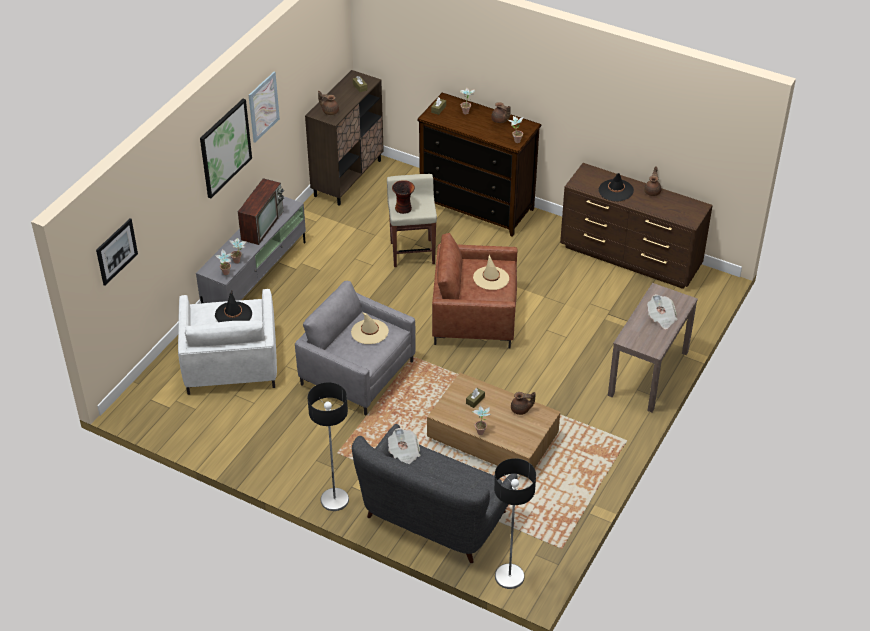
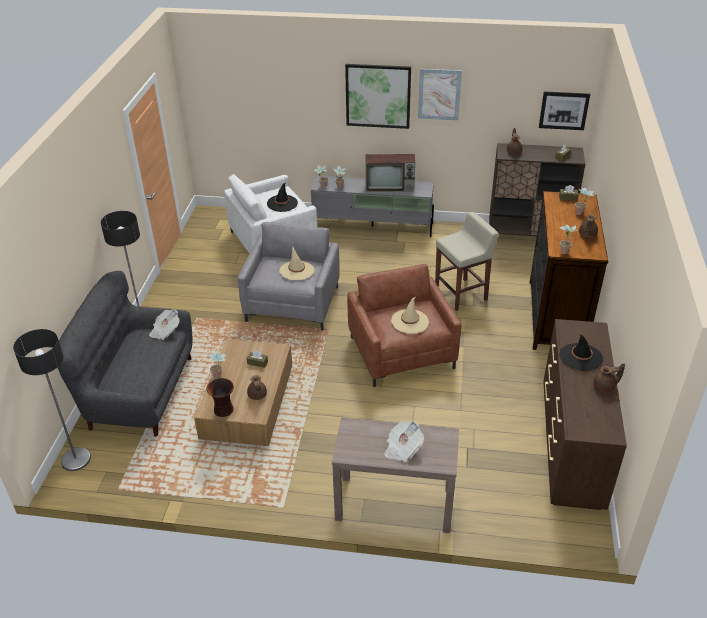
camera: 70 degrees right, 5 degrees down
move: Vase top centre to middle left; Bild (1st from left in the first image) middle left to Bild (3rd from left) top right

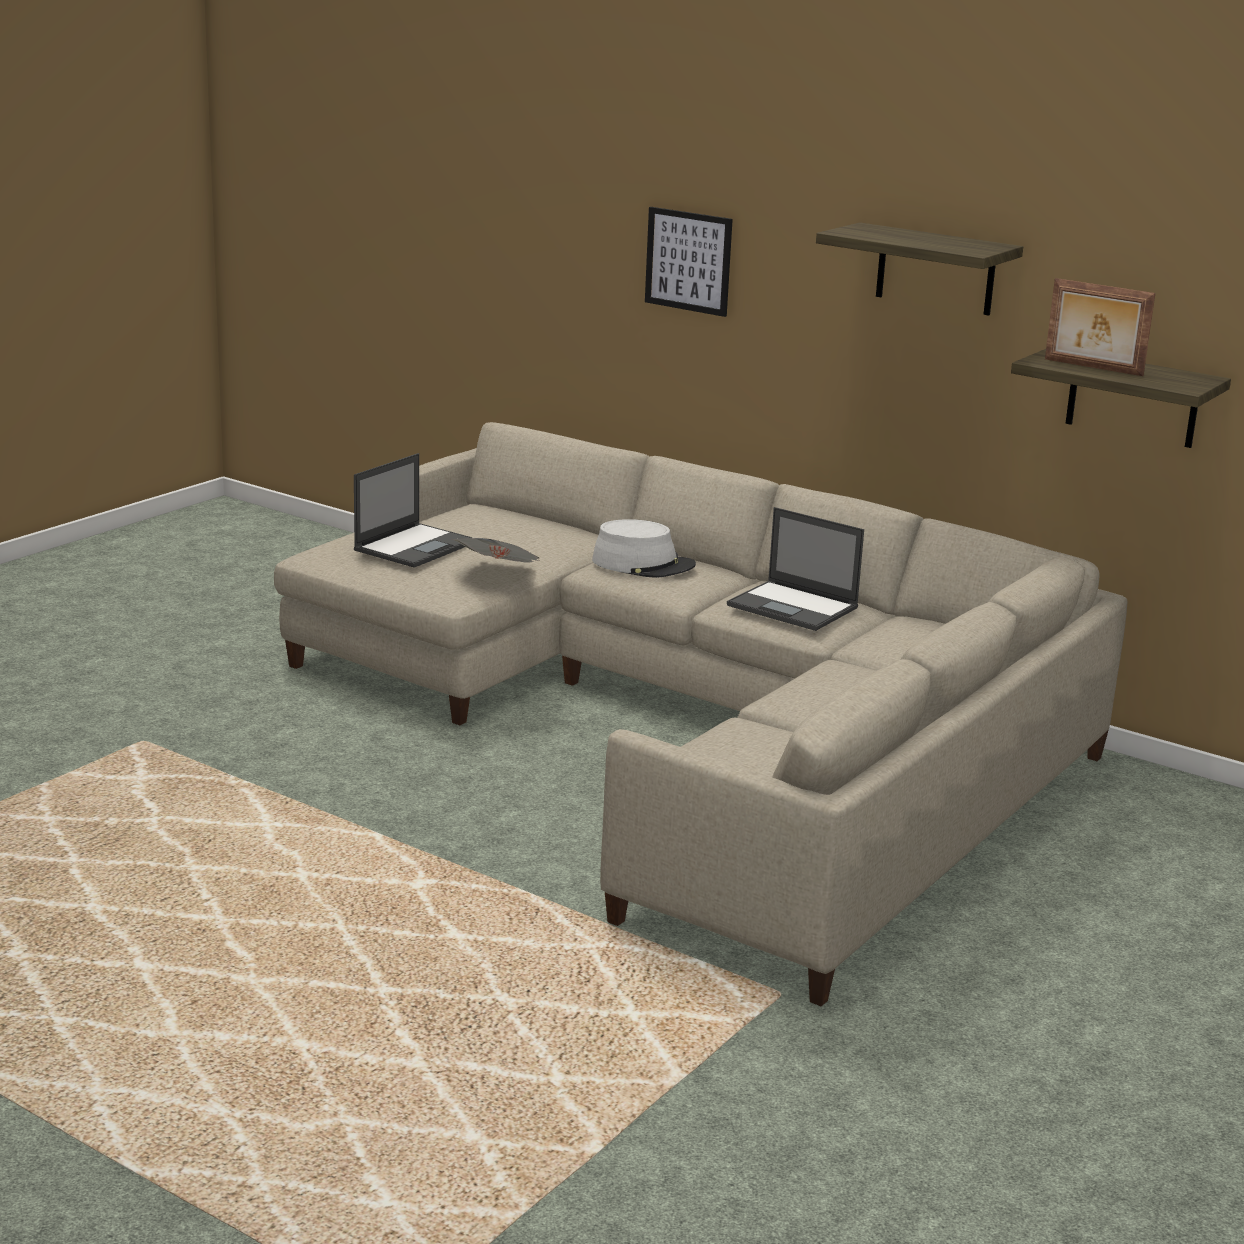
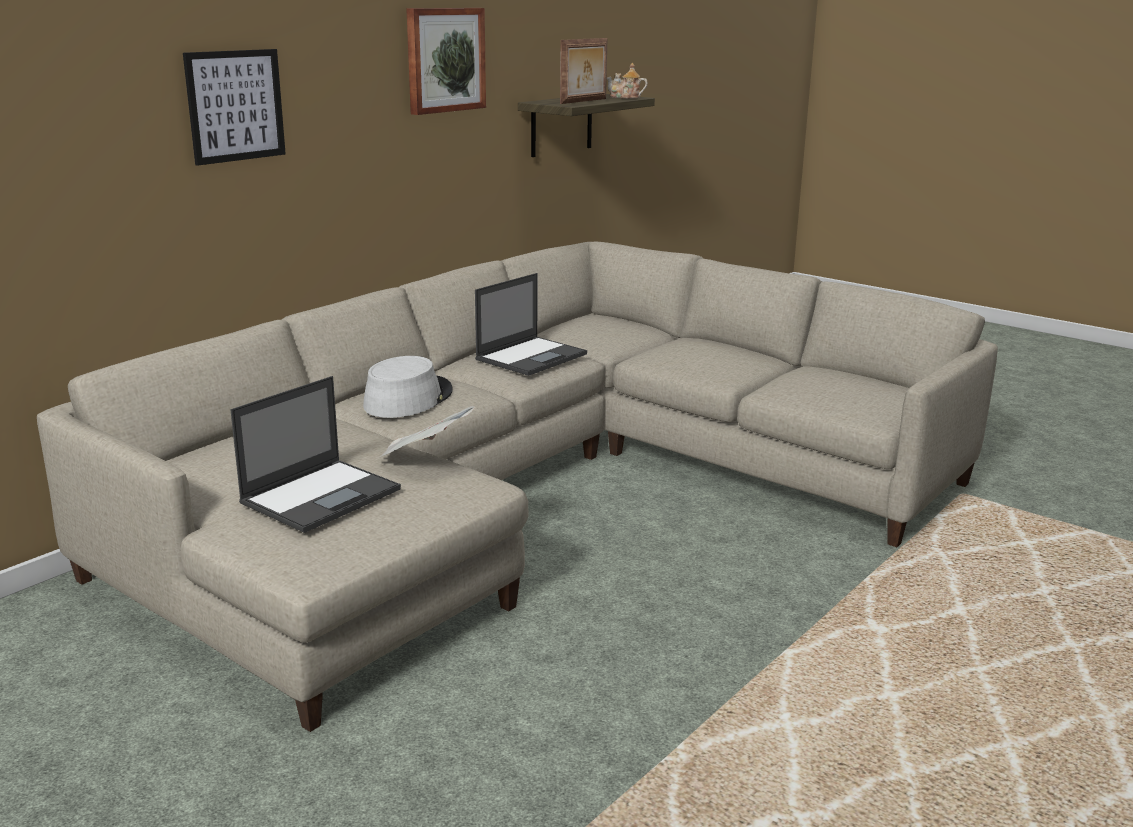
camera: 85 degrees left, 0 degrees up
insert: Teekanne top centre
replace: Wandregal (1st from left) top right to Bild (2nd from left) top centre
rotate: Laptop (1st from left) middle left = middle left 90 degrees clockwise

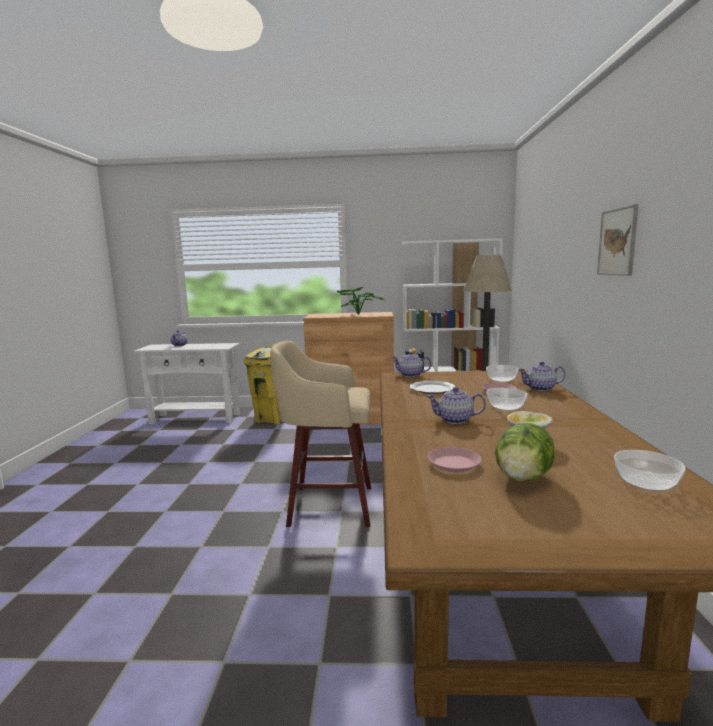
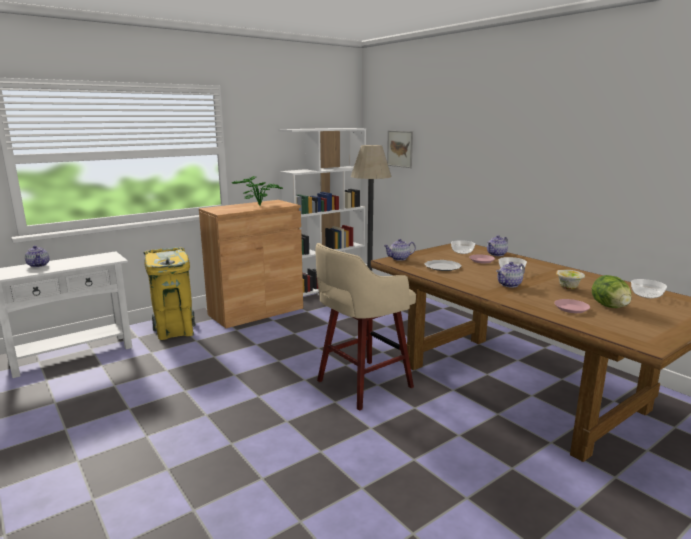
camera: 40 degrees left, 5 degrees up
move: Bild top right to top centre

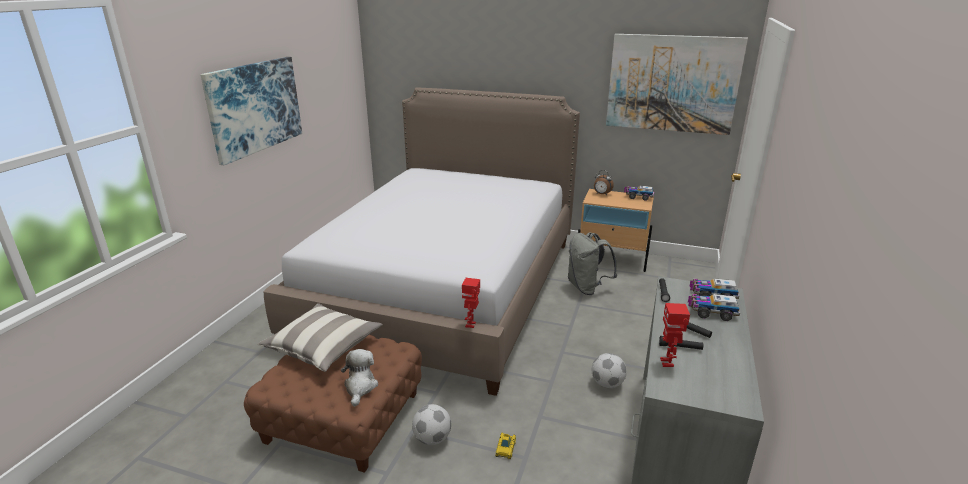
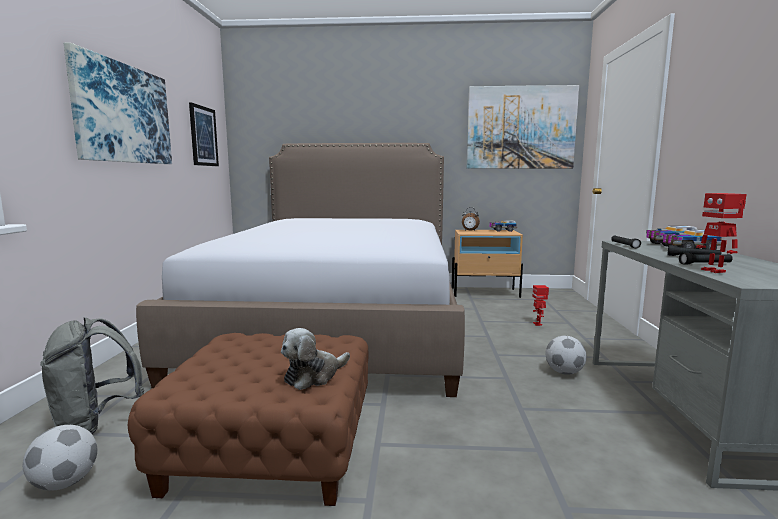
camera: 15 degrees left, 15 degrees down
delete: Kissen bottom left; Spielzeugauto bottom centre
insert: Bild (2nd from left) top left
move: Fußball (1st from left) bottom centre to bottom left; Rucksack [grau] centre to bottom left; Spielzeugroboter (1st from left) centre to middle right
rotate: Plüschtier bottom centre = bottom centre 120 degrees counterclockwise

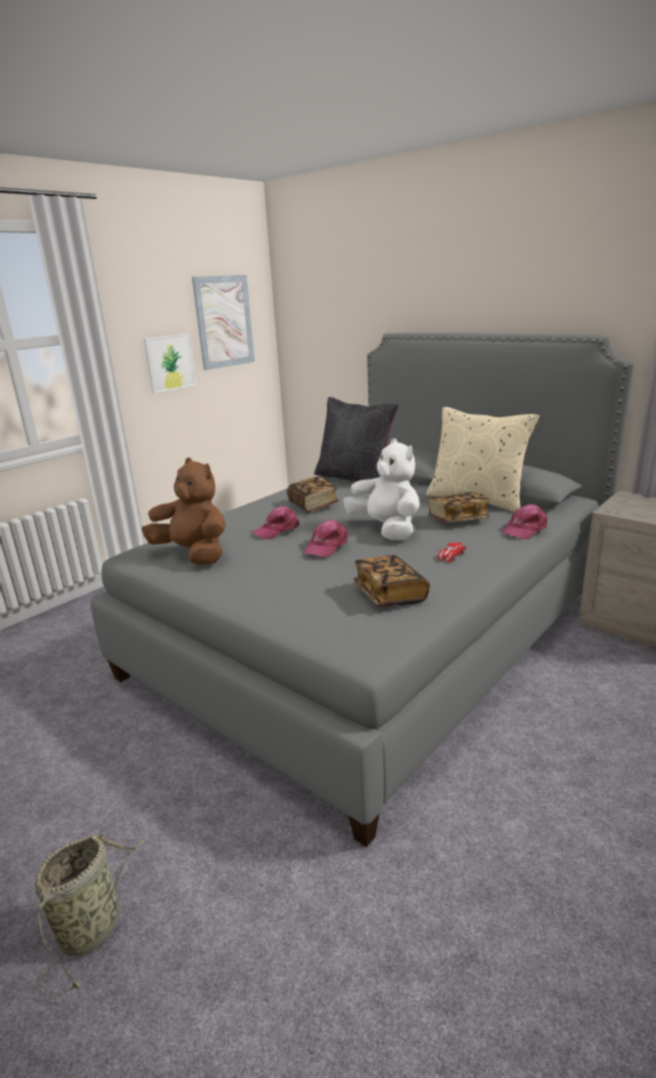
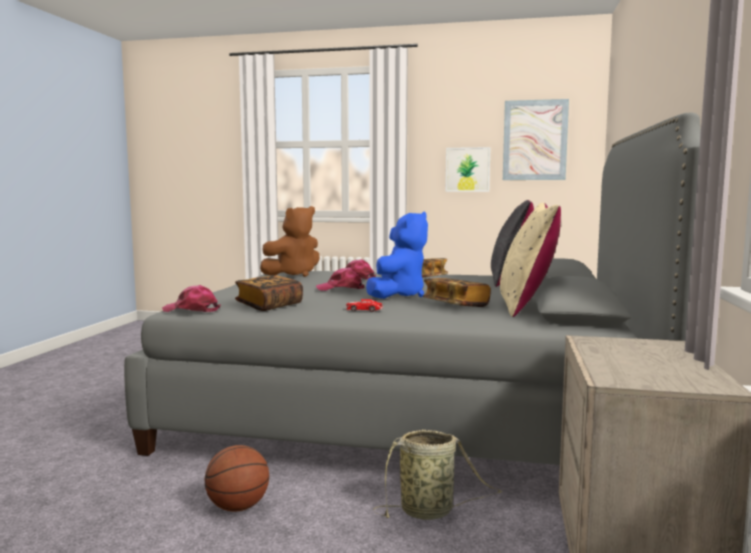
camera: 60 degrees right, 15 degrees down
insert: Basketball bottom left
move: Kappe [rosa] (3rd from left in the first image) middle right to Kappe [rosa] (1st from left) middle left; Korb bottom left to bottom centre
recolor: Plüschtier [weiß] centre to Plüschtier [blau] centre
rotate: Plüschtier [braun] middle left = centre 45 degrees clockwise

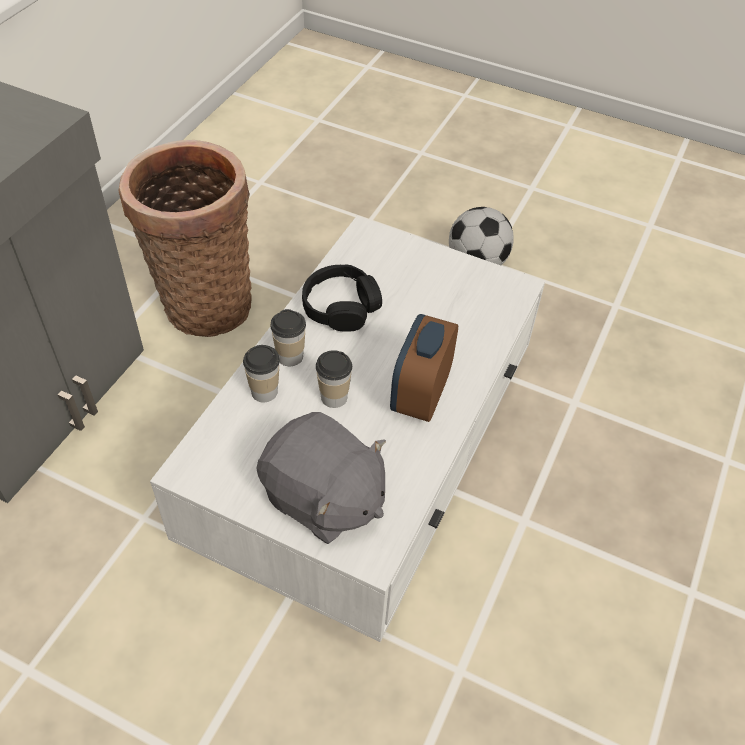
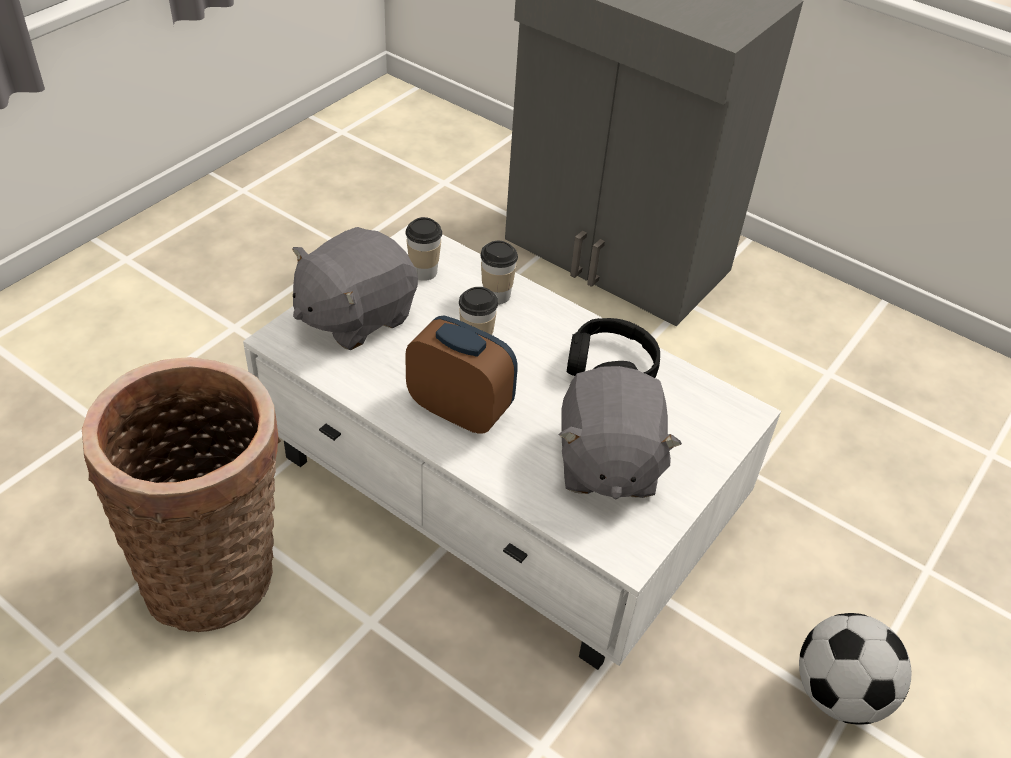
camera: 100 degrees right, 5 degrees down
insert: Plüschtier [grau] (2nd from left) centre
move: Korb top left to middle left; Tasse (2nd from left in the first image) centre to Tasse (1st from left) top centre

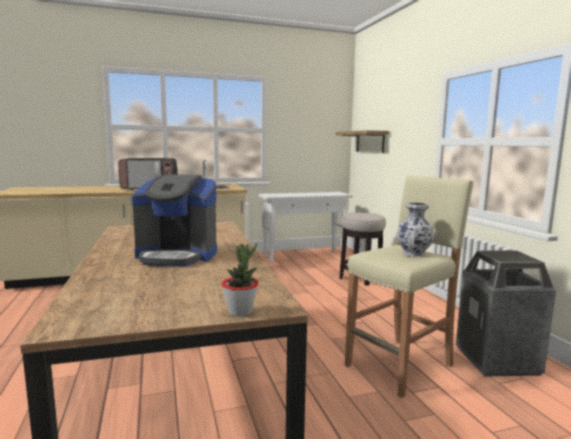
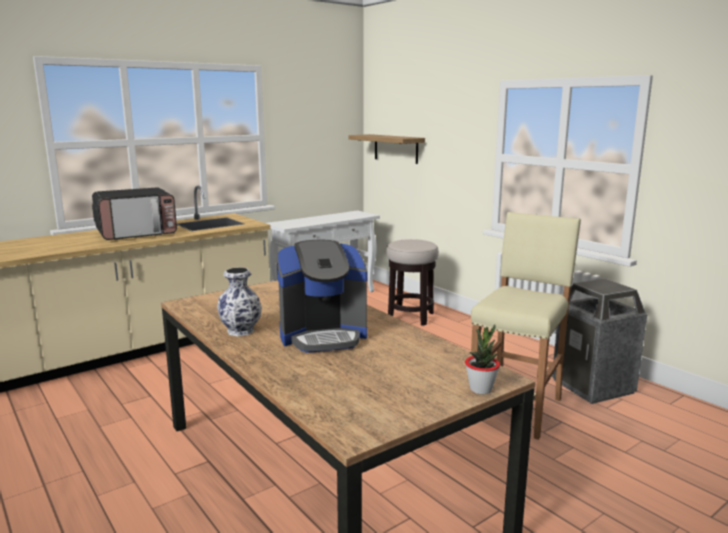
camera: 20 degrees left, 5 degrees up
move: Vase middle right to middle left

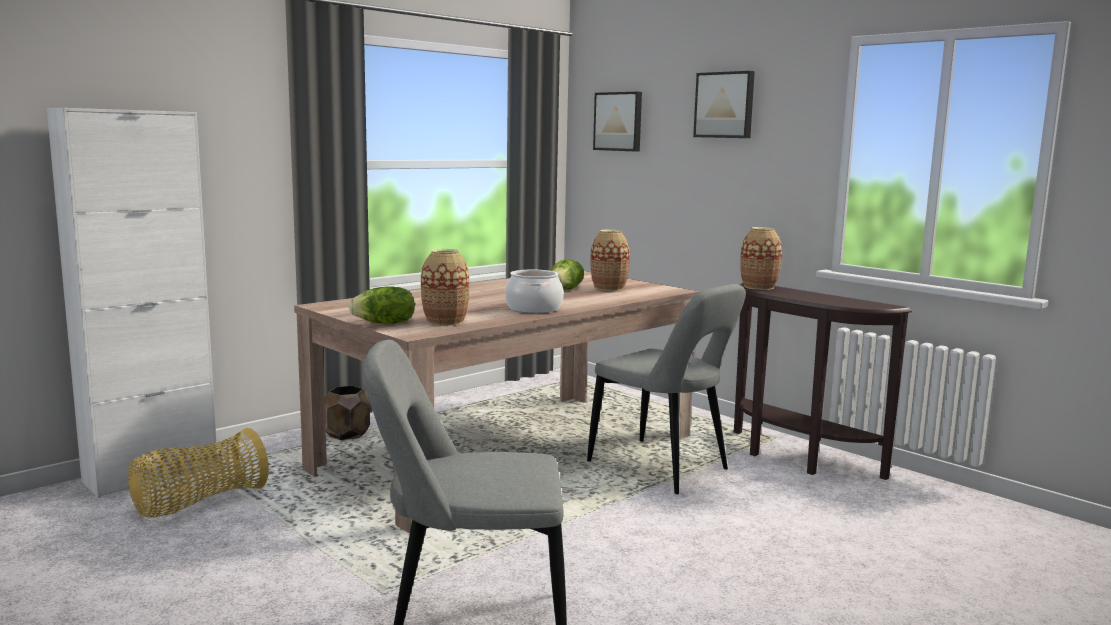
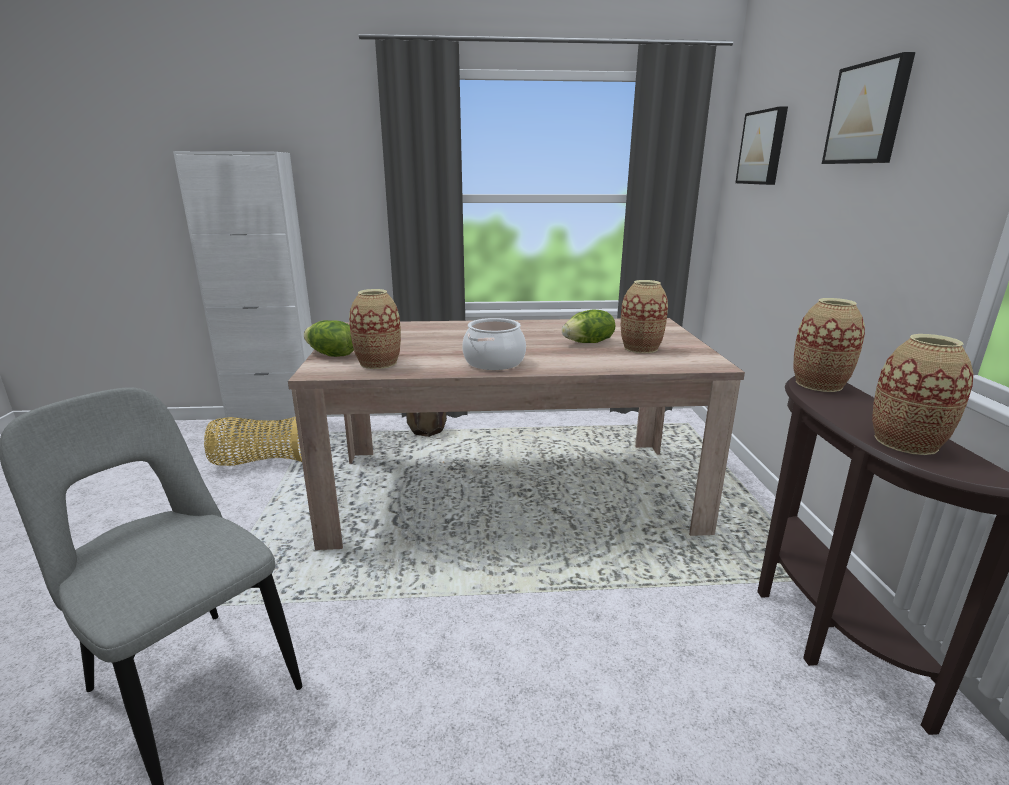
camera: 40 degrees right, 10 degrees up
delete: Stuhl [grau] (2nd from left) centre
insert: Vase (4th from left) middle right

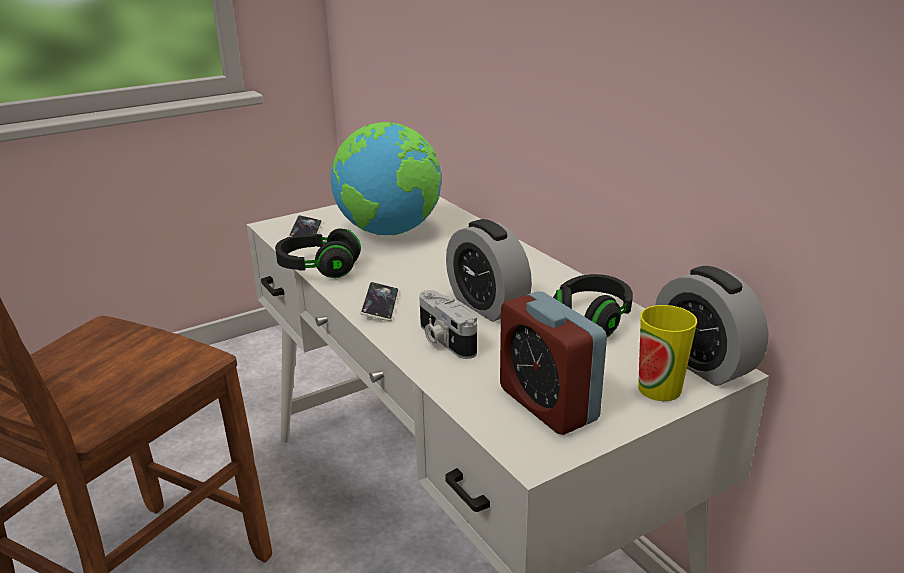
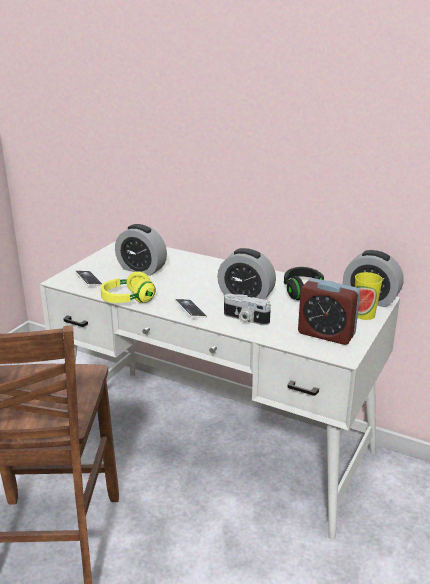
camera: 30 degrees left, 0 degrees up
replace: Globus top centre to Wecker (1st from left) middle left
recolor: Kopfhörer [schwarz] (1st from left) centre to Kopfhörer [gelb] middle left

